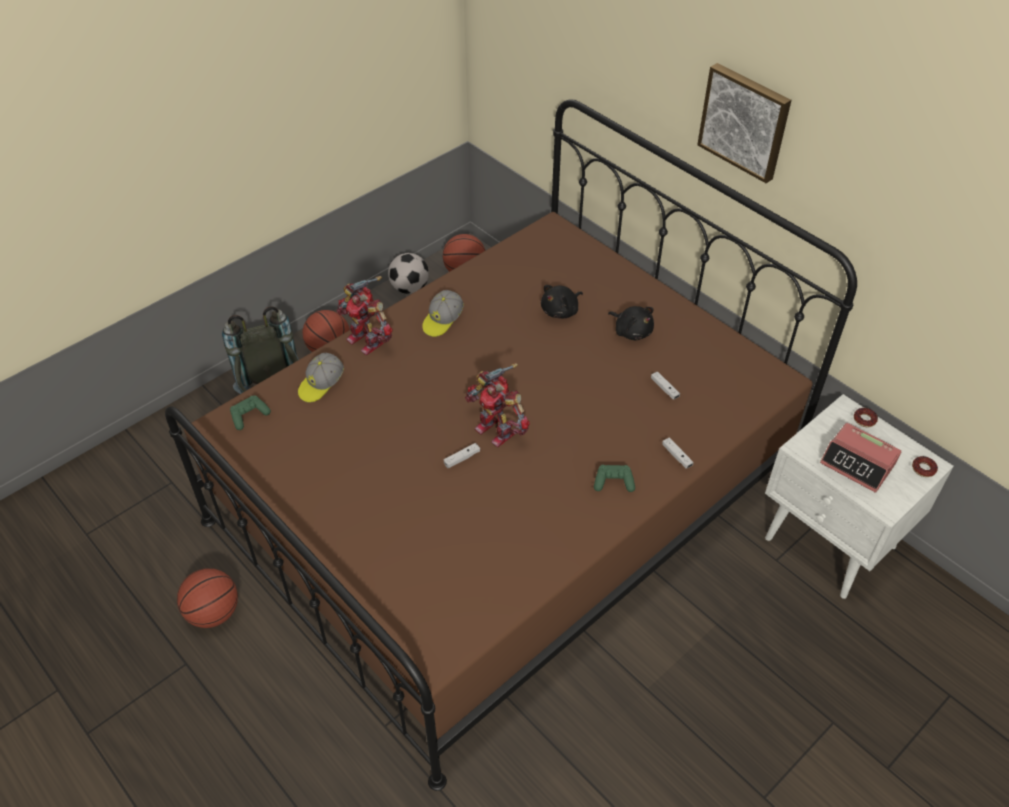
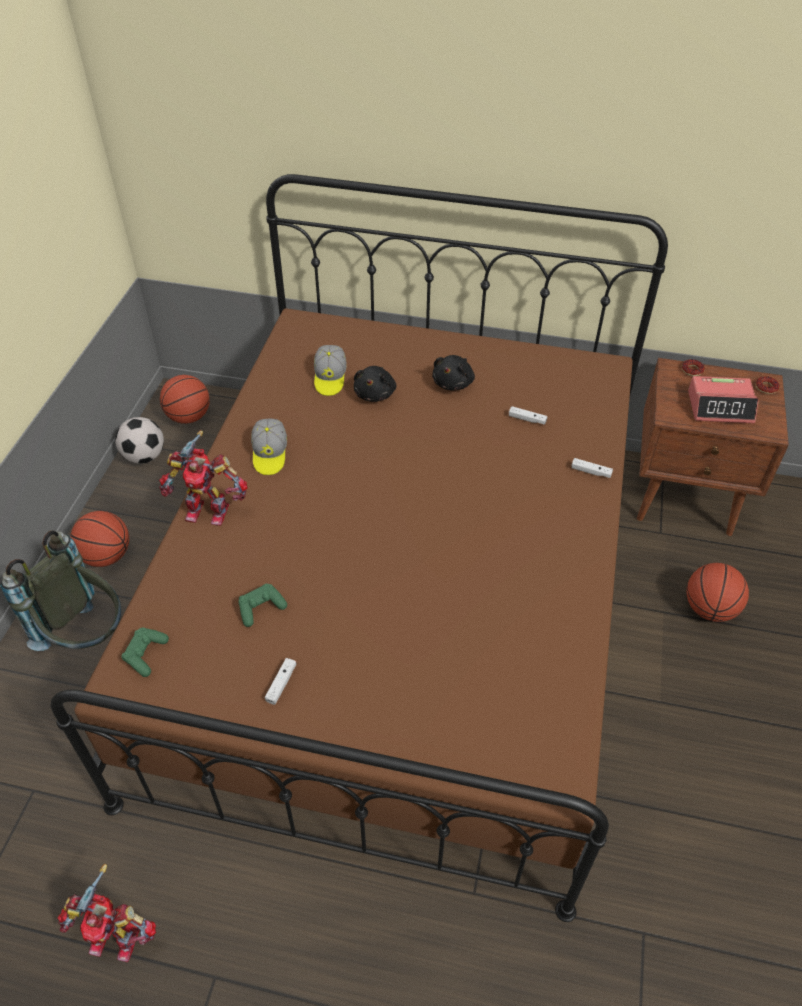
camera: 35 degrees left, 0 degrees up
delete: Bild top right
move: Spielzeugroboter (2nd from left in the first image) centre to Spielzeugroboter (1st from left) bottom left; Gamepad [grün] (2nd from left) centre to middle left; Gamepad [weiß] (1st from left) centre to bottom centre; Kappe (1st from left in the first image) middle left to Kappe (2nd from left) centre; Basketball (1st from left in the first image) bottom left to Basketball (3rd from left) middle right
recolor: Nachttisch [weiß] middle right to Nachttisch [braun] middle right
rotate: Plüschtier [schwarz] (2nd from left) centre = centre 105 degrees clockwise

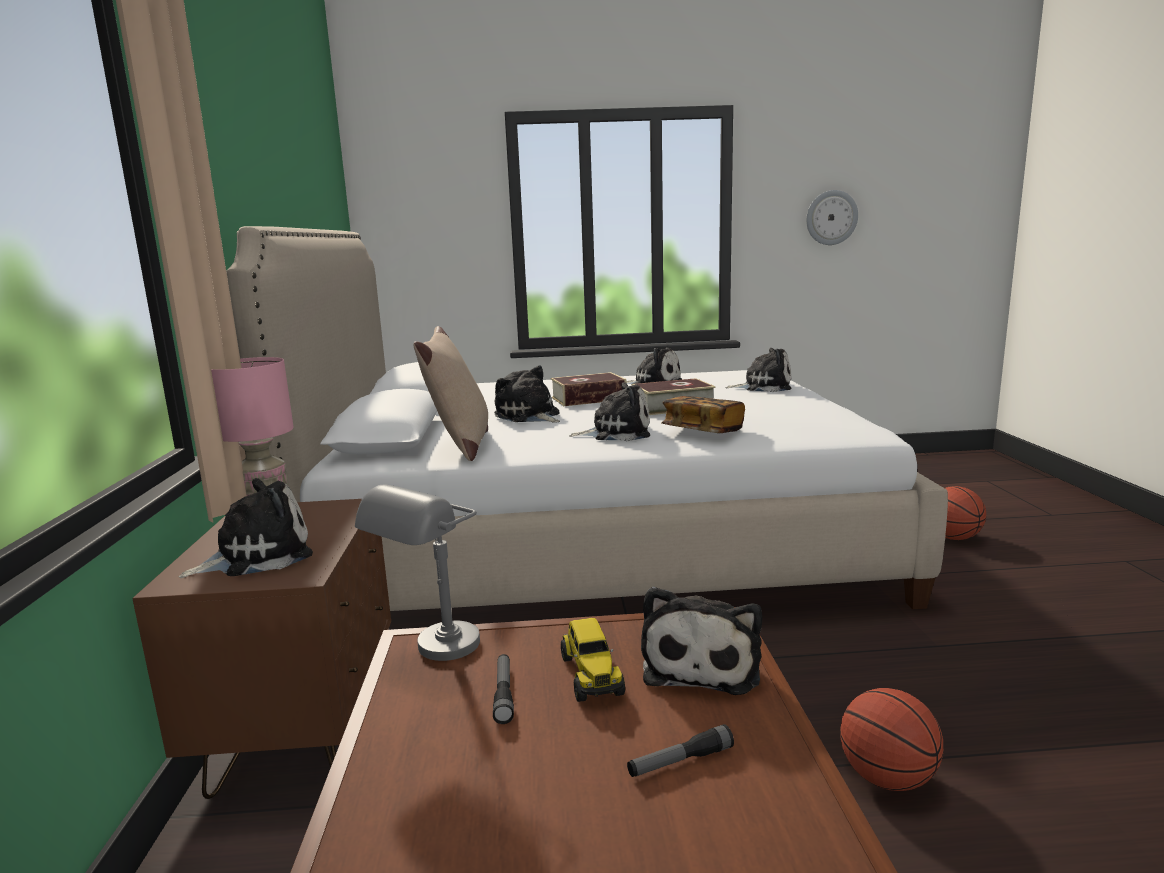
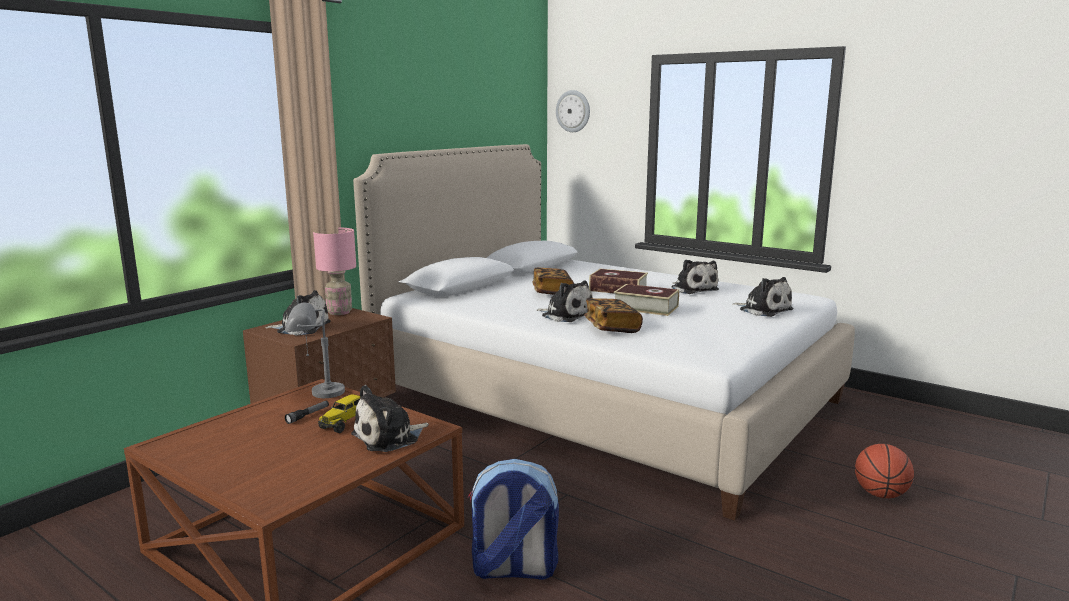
camera: 40 degrees right, 0 degrees up
delete: Kissen [beige] centre; Taschenlampe (2nd from left) bottom centre
move: Wanduhr top right to top centre
replace: Basketball (1st from left) bottom right to Rucksack bottom centre; Plüschtier (2nd from left) centre to Buch (1st from left) centre

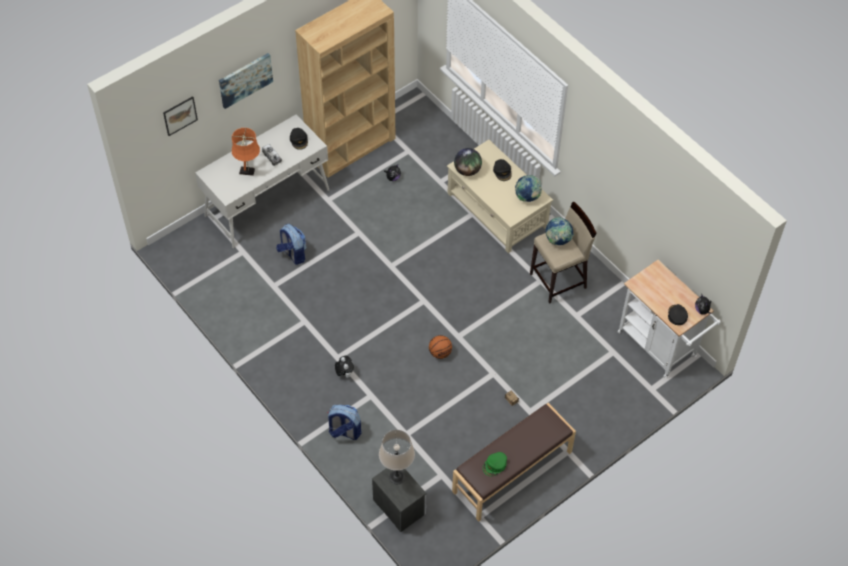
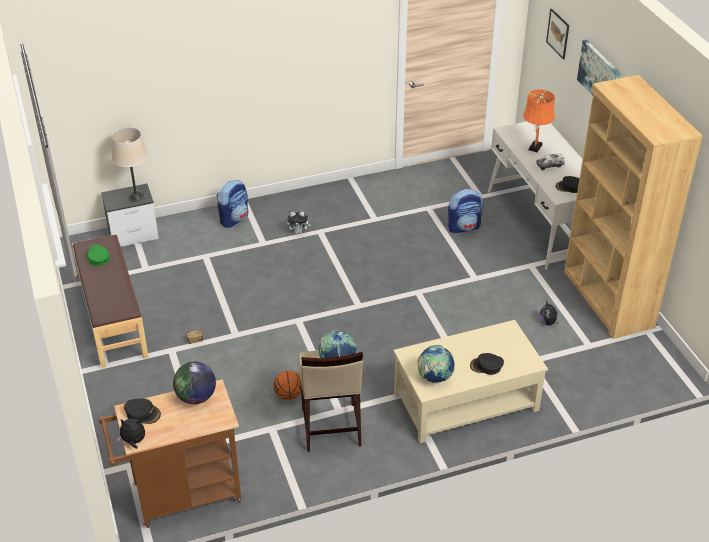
camera: 110 degrees right, 15 degrees down
move: Globus (1st from left) top centre to bottom left; Basketball centre to bottom centre
recolor: Rollwagen [weiß] middle right to Rollwagen [braun] bottom left

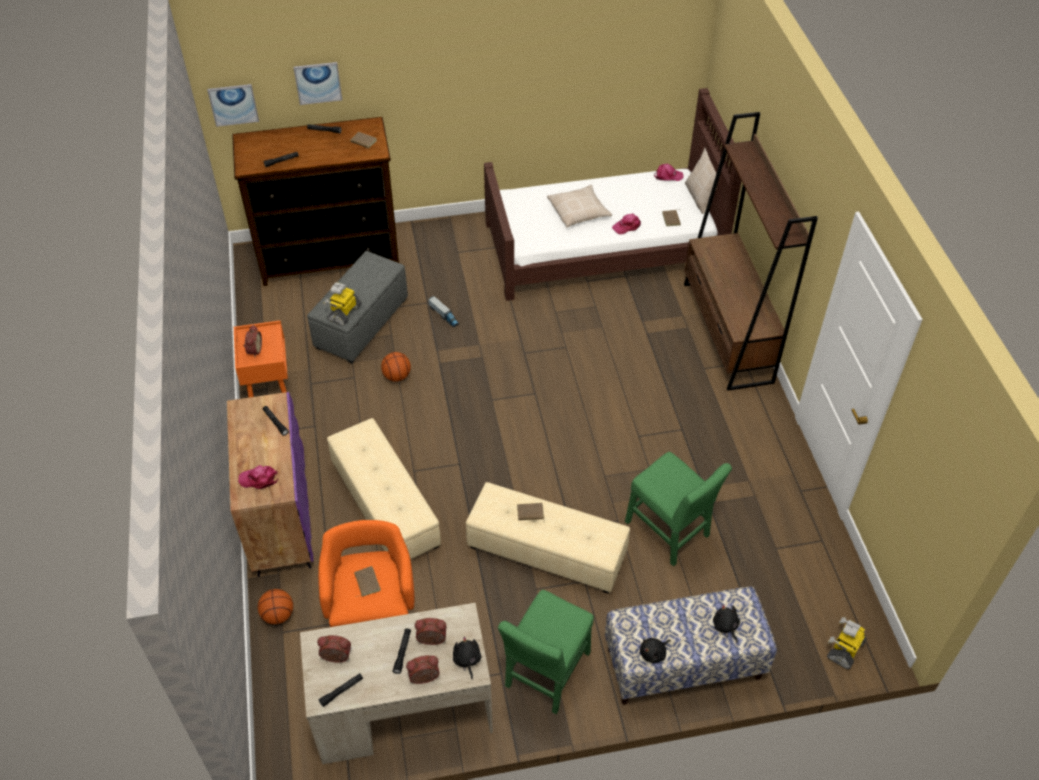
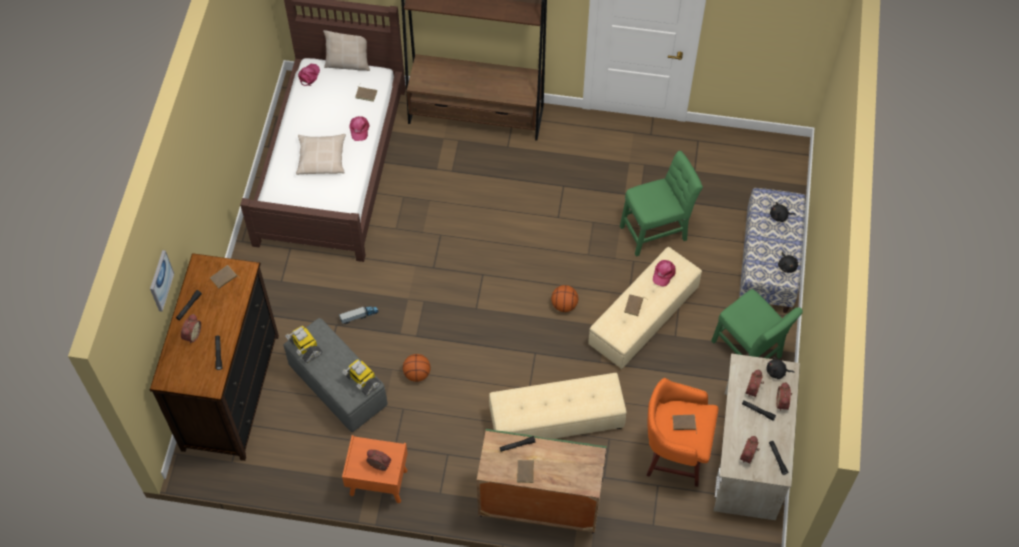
camera: 70 degrees left, 10 degrees up
delete: Bild (1st from left) top left
insert: Wecker (1st from left) middle left; Buch [braun] (3rd from left) bottom centre
move: Spielzeugroboter (2nd from left in the first image) bottom right to Spielzeugroboter (1st from left) middle left; Basketball (1st from left in the first image) bottom left to Basketball (2nd from left) centre; Kappe [rosa] (1st from left in the first image) middle left to Kappe [rosa] (3rd from left) centre
recolor: Schrank [lila] middle left to Schrank [grün] bottom centre

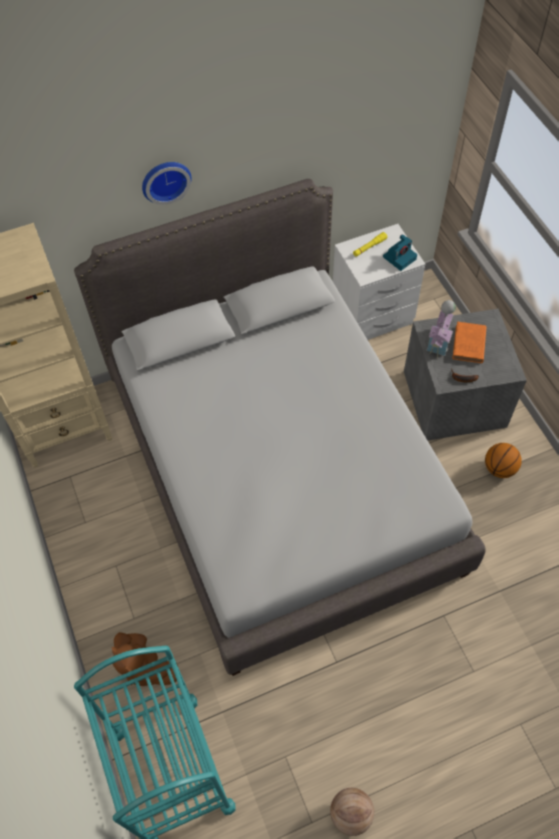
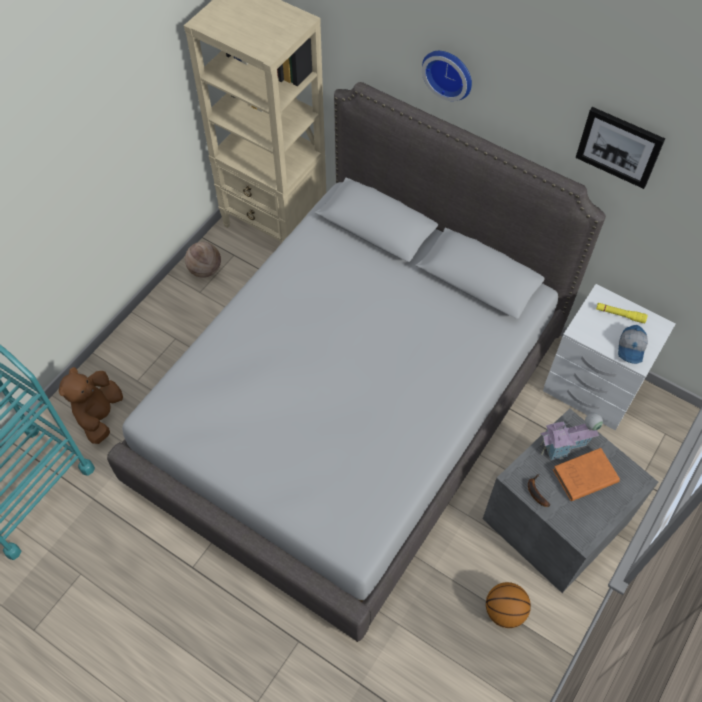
camera: 55 degrees right, 0 degrees up
insert: Bild top right
move: Basketball (1st from left) bottom centre to middle left
replace: Kamera top right to Kappe middle right

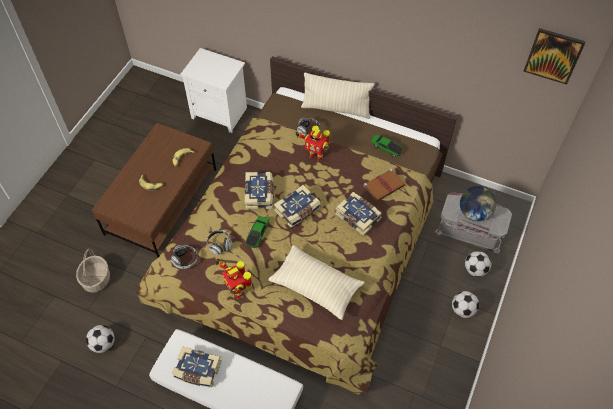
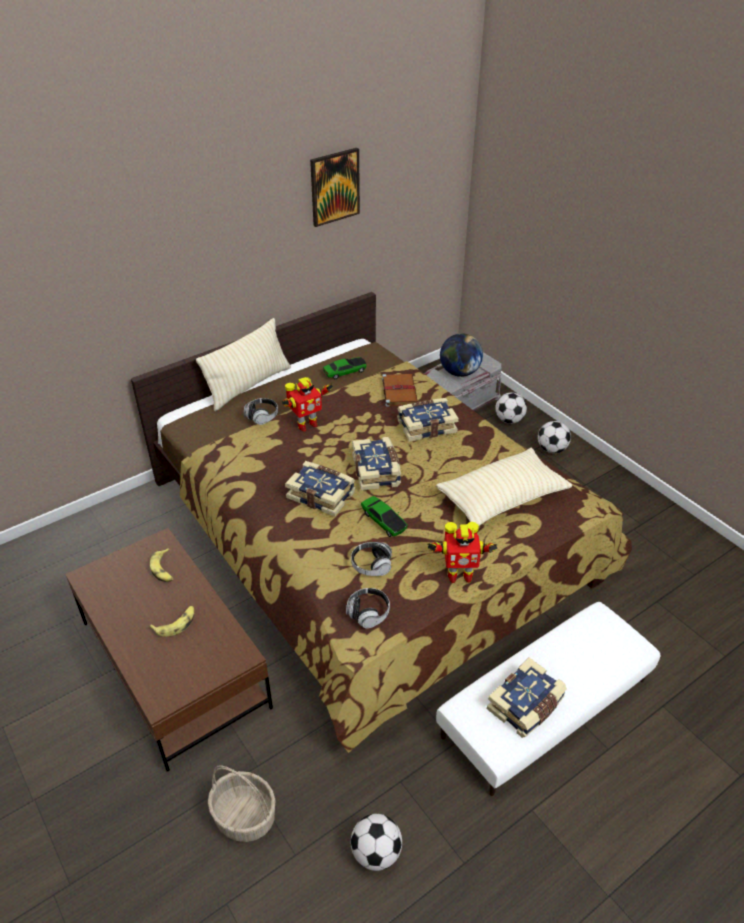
camera: 60 degrees left, 15 degrees down
delete: Nachttisch [weiß] top centre
move: Bild top right to top centre

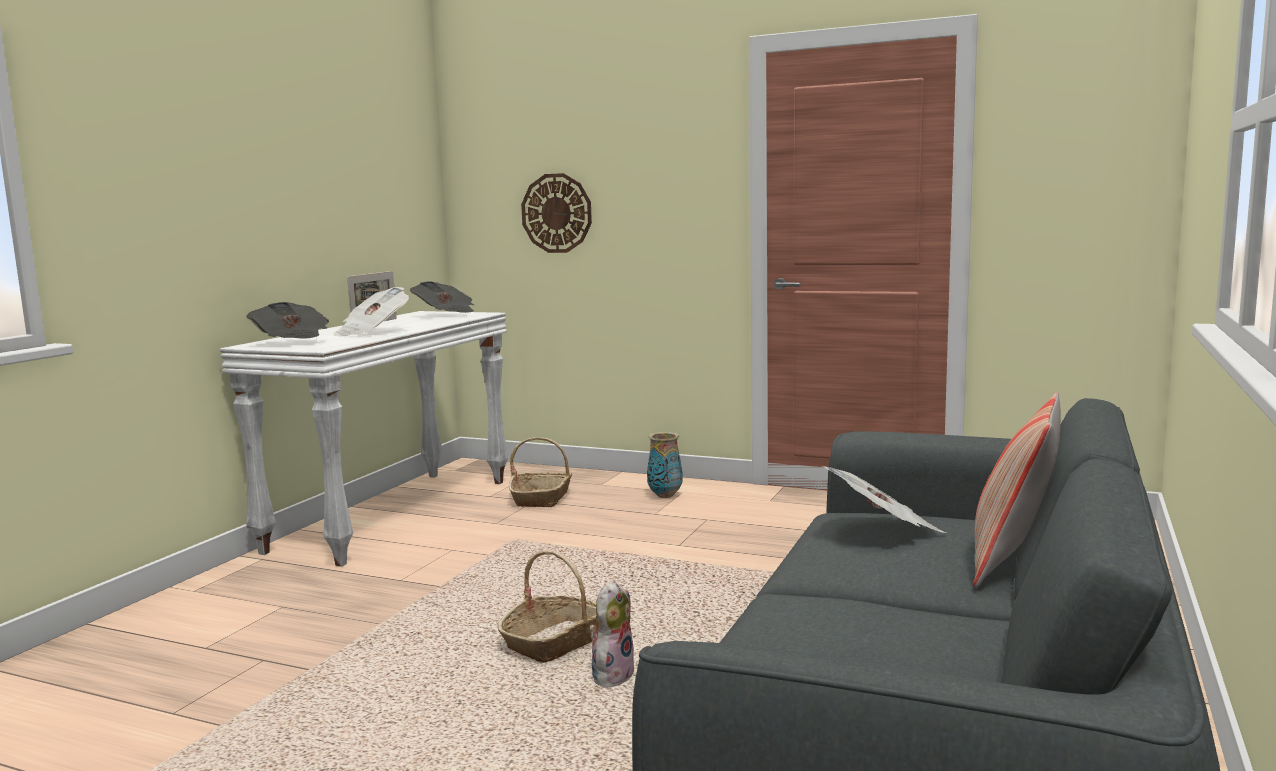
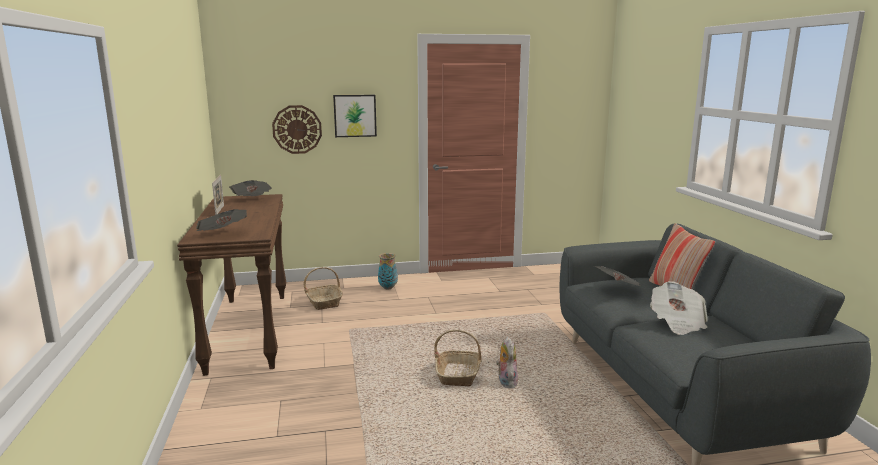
camera: 35 degrees left, 5 degrees up
insert: Bild top centre
move: Zeitung (2nd from left in the first image) middle left to Zeitung (4th from left) middle right
recolor: Konsolentisch [weiß] middle left to Konsolentisch [braun] middle left

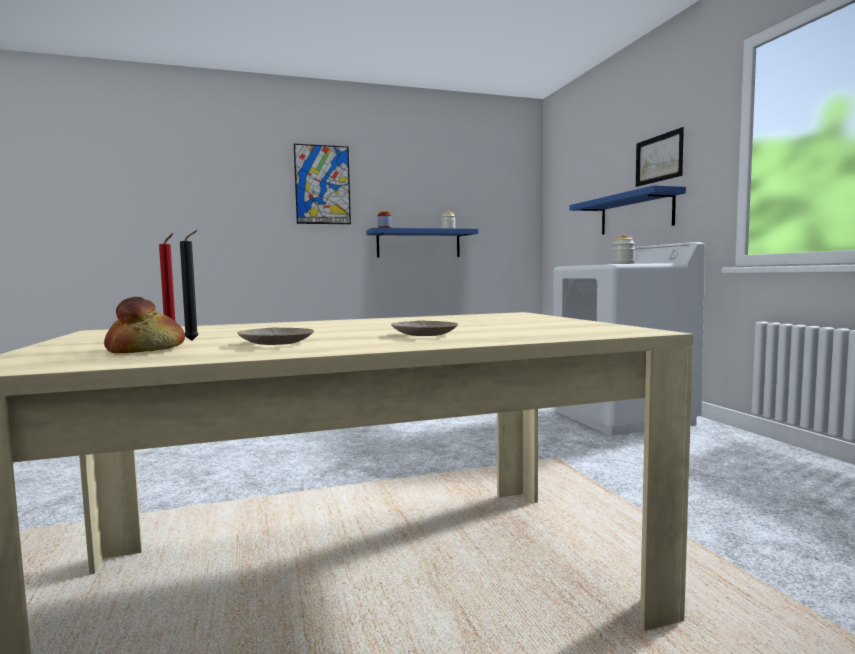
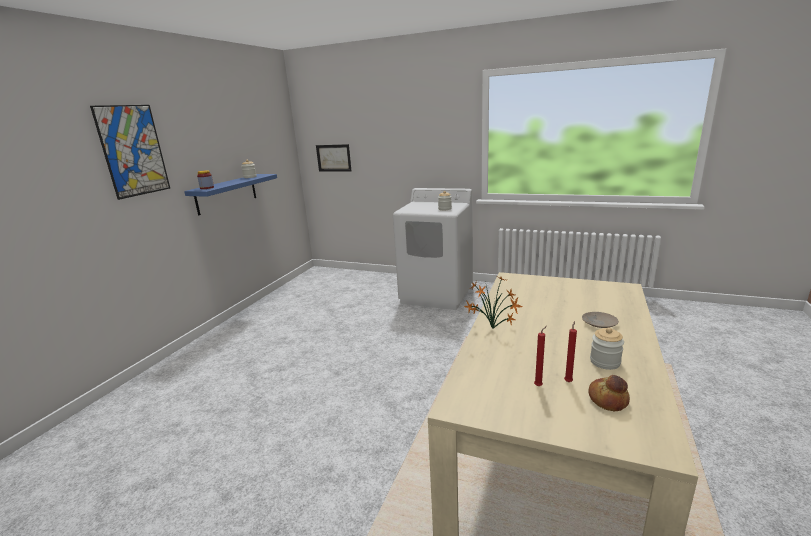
camera: 50 degrees left, 15 degrees up
delete: Wandregal [blau] (2nd from left) top right
insert: Topfpflanze centre
move: Bild (2nd from left) top right to top centre
replace: Teller [beige] (1st from left) middle left to Vorratsglas (4th from left) middle right
recolor: Kerze [schwarz] middle left to Kerze [rot] (2nd from left) middle right

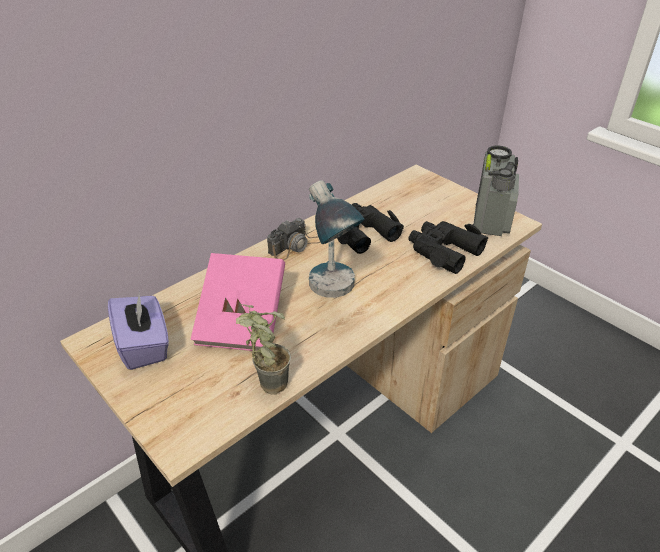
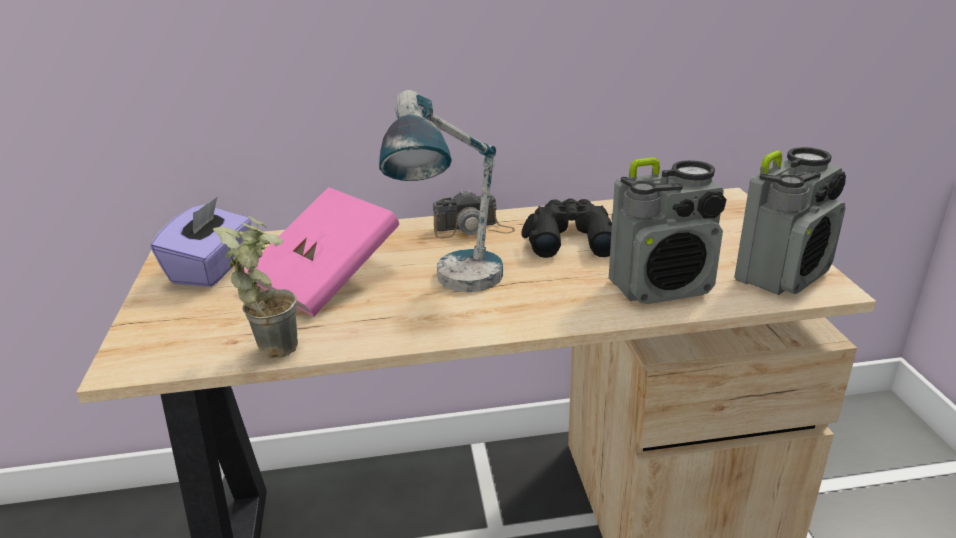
camera: 35 degrees right, 10 degrees down
replace: Fernglas [schwarz] (2nd from left) middle right to Radio (1st from left) middle right

